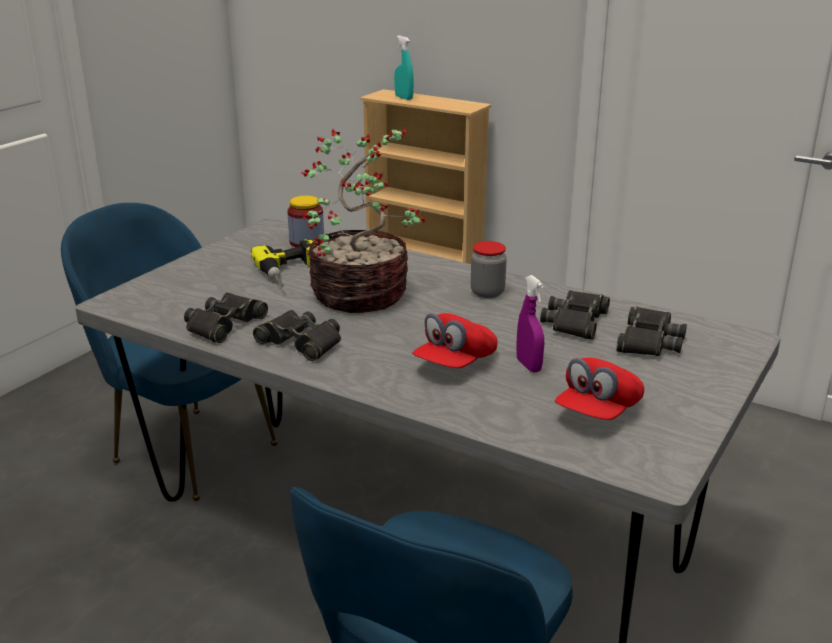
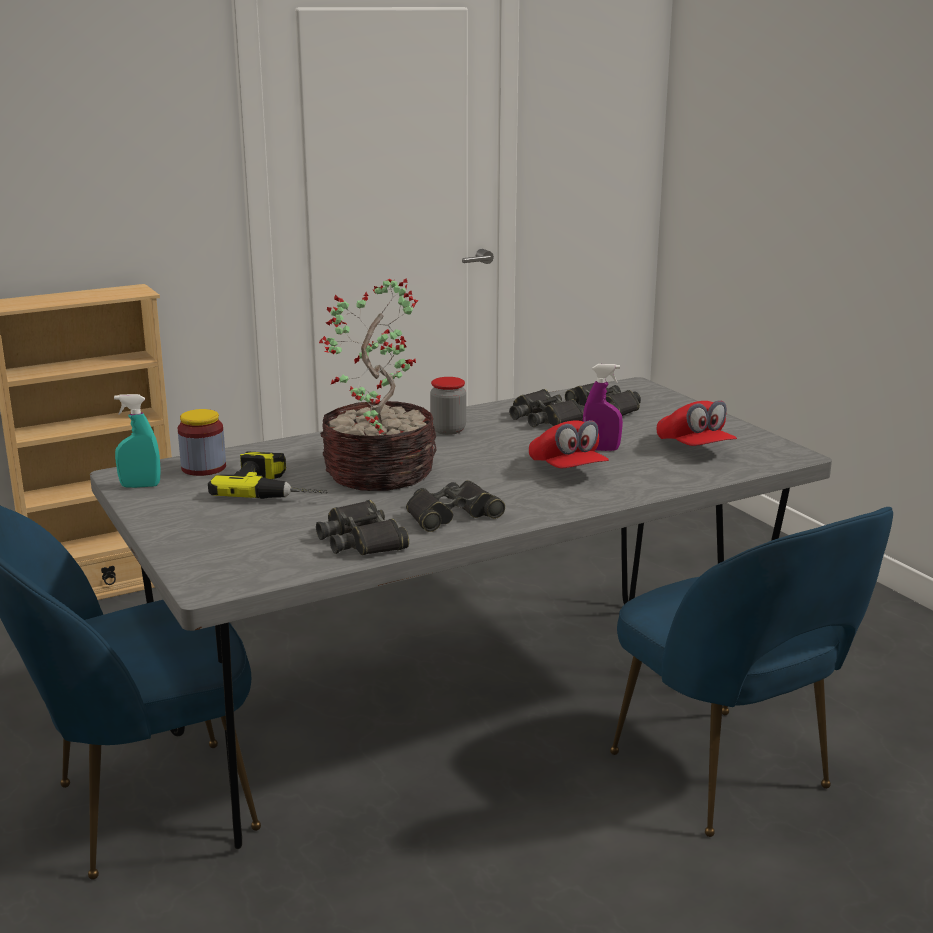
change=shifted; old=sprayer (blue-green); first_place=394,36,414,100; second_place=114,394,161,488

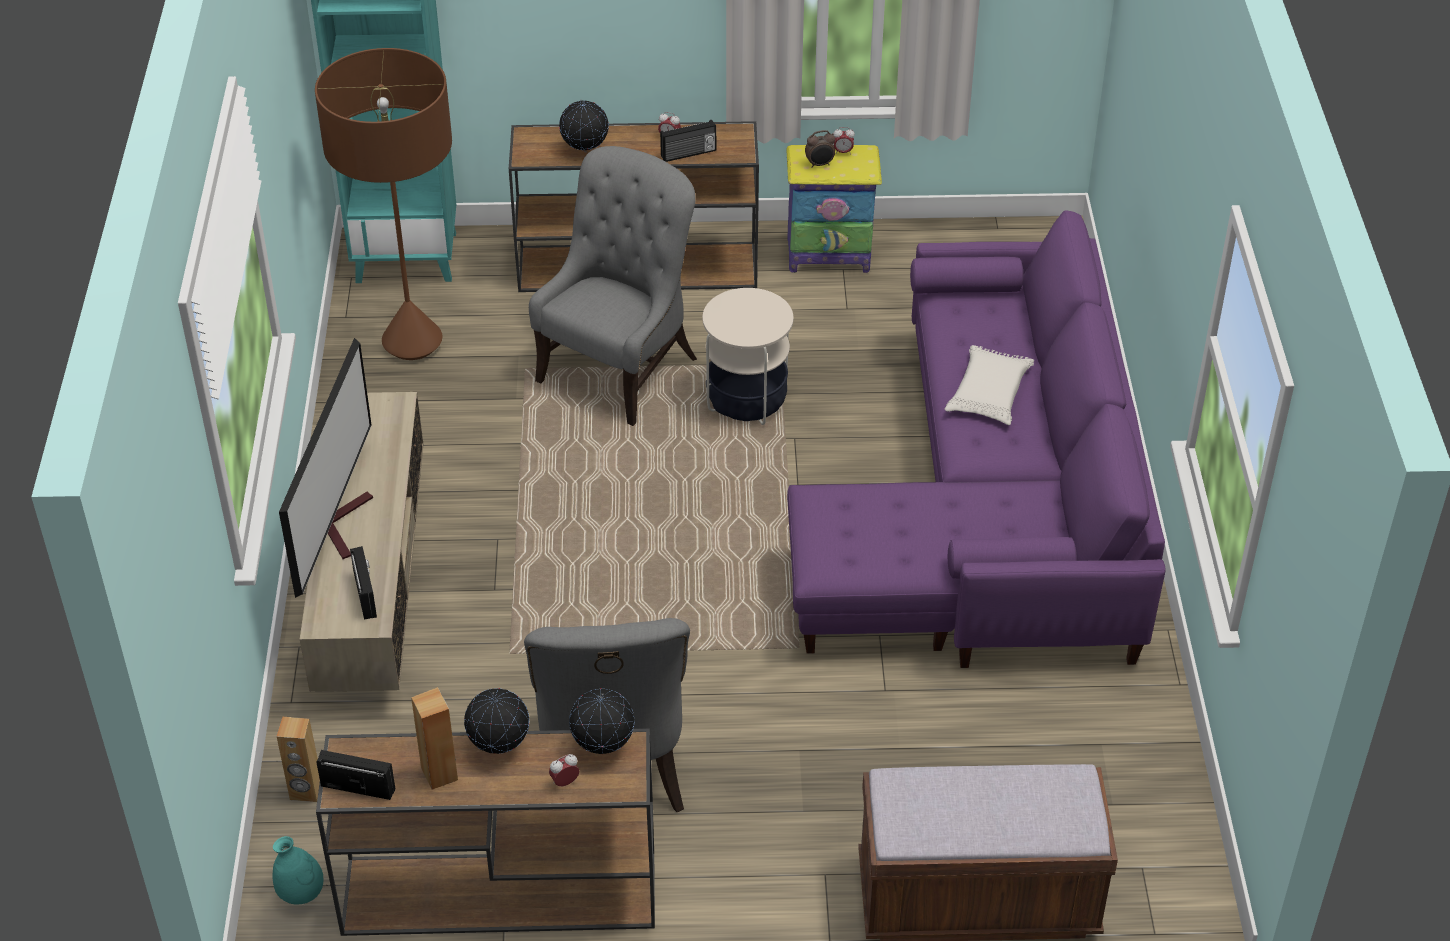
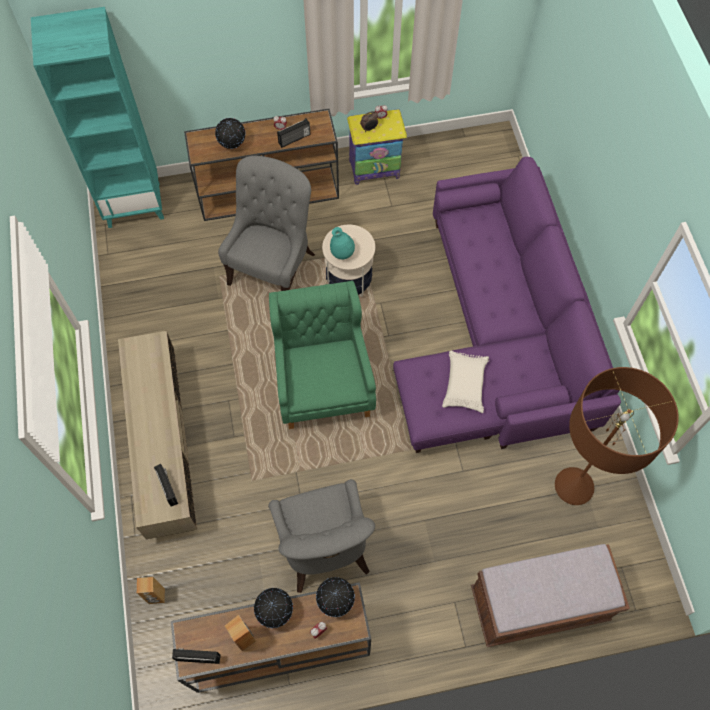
change=shifted; old=standard lamp (brownish); first_place=315,48,452,360; second_place=555,367,679,505
change=gone; old=TV; first_place=279,338,373,598
change=shifted; old=cushion (white); first_place=945,345,1034,425; second_place=442,351,489,413
change=shifted; old=decorative vase (blue-green); first_place=273,836,323,905; second_place=330,227,355,259
change=new; new=lounge chair (green); second_place=269,281,376,429

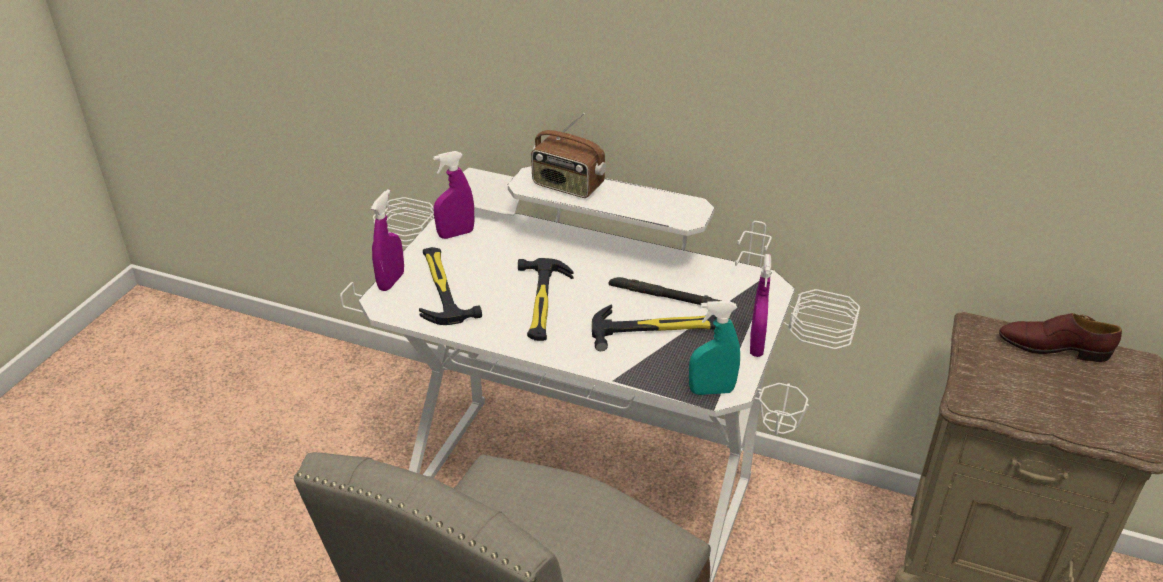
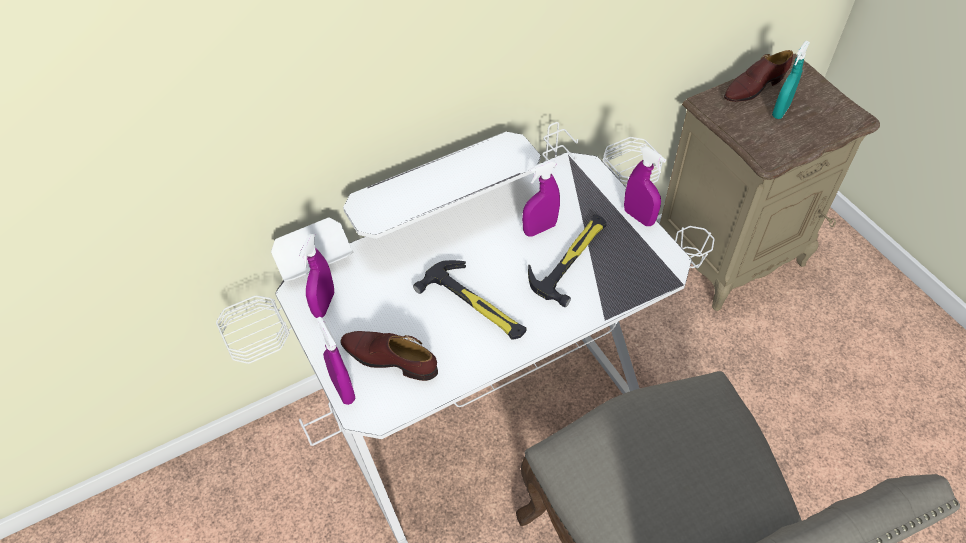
change=gone; old=radio receiver; first_place=531,113,606,198
change=swapped; old=tool hammer; new=shoe (brownish); first_place=419,247,482,325; second_place=340,331,438,381
change=swapped; old=flashlight (black); new=sprayer (purple-coloured); first_place=608,277,721,305; second_place=522,160,560,237
change=shifted; old=sprayer (blue-green); first_place=689,301,740,395; second_place=772,41,810,119

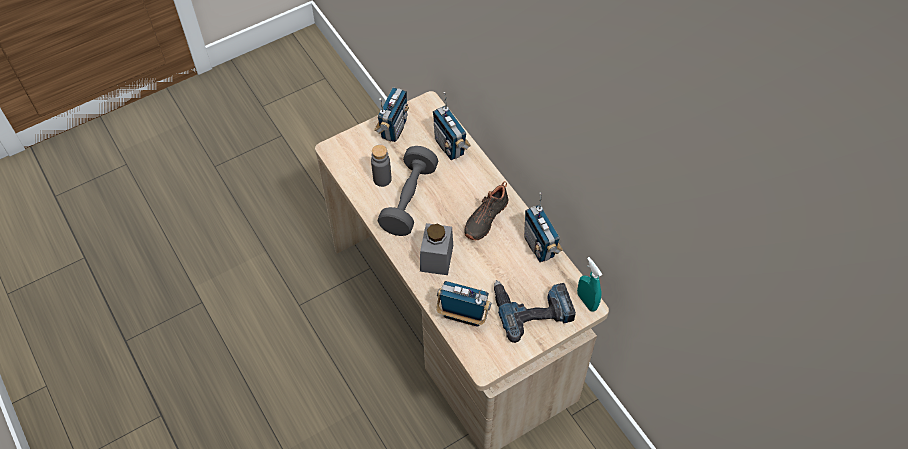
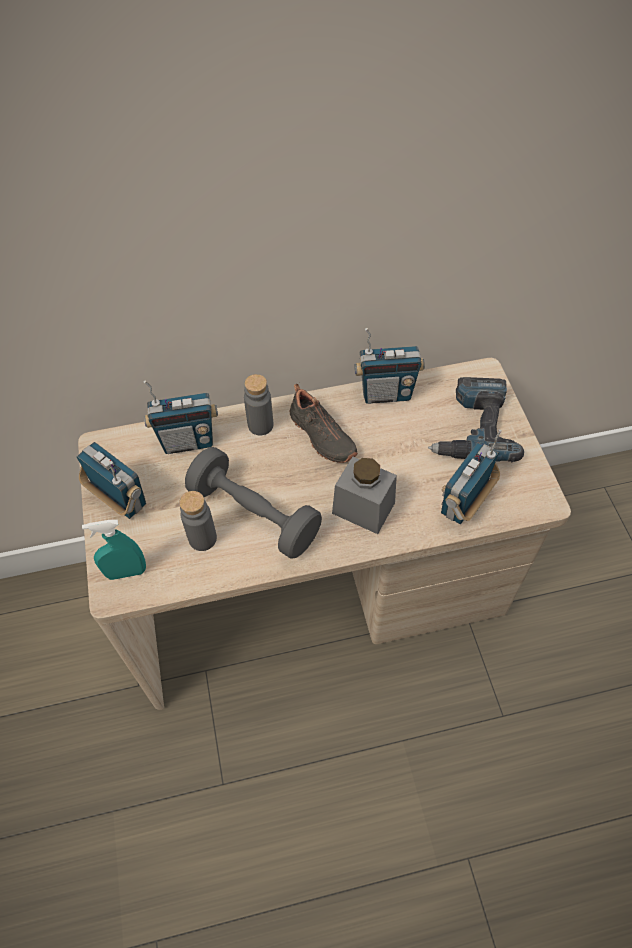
change=shifted; old=sprayer (blue-green); first_place=577,257,602,312; second_place=82,520,146,580
change=new; new=bottle (grey); second_place=244,374,273,435

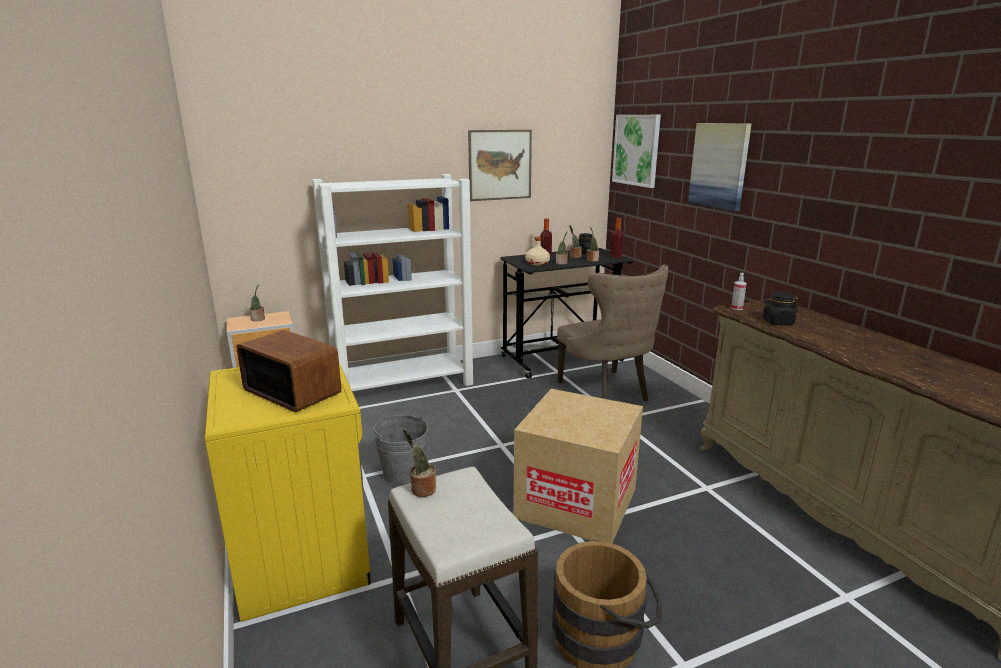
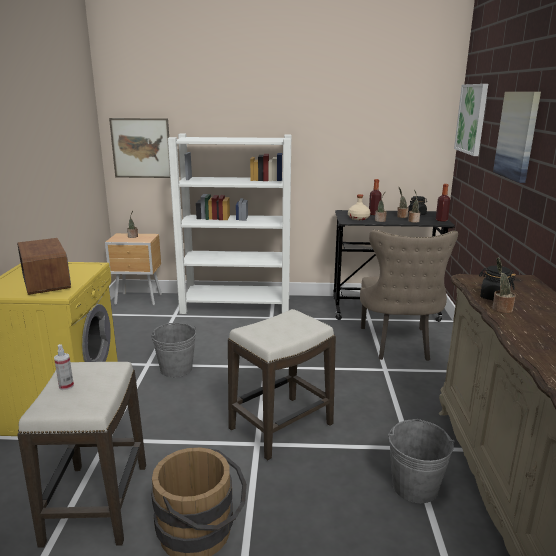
change=shifted; old=picture; first_place=468,130,532,201; second_place=109,118,170,178
change=shifted; old=sprayer; first_place=731,273,747,310; second_place=54,344,74,390
change=swapped; old=cardboard box; new=stool seat; first_place=513,389,643,544; second_place=228,309,336,461
change=shifted; old=potted plant; first_place=403,429,436,497; second_place=492,258,516,313
change=new; new=pail (grey); second_place=388,419,455,503

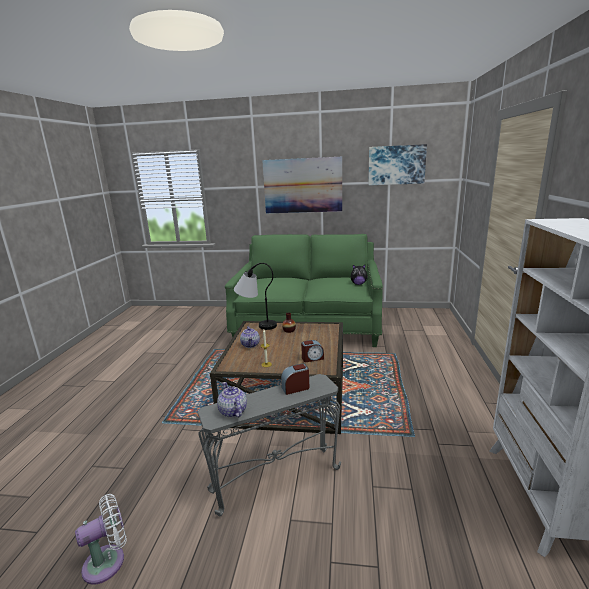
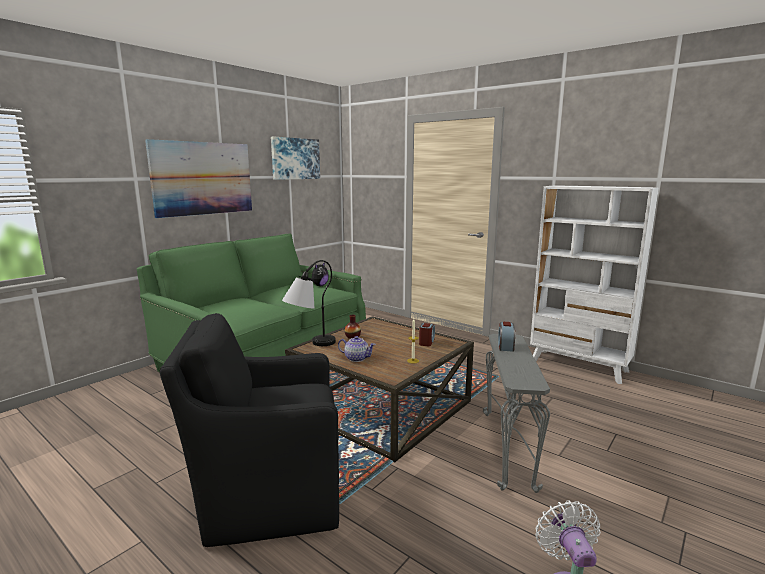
change=gone; old=teapot; first_place=217,382,247,418
change=new; new=lounge chair (black); second_place=160,313,339,547

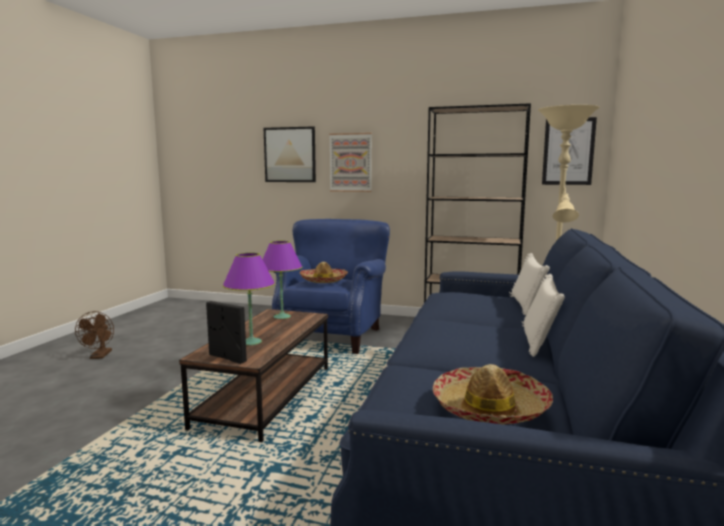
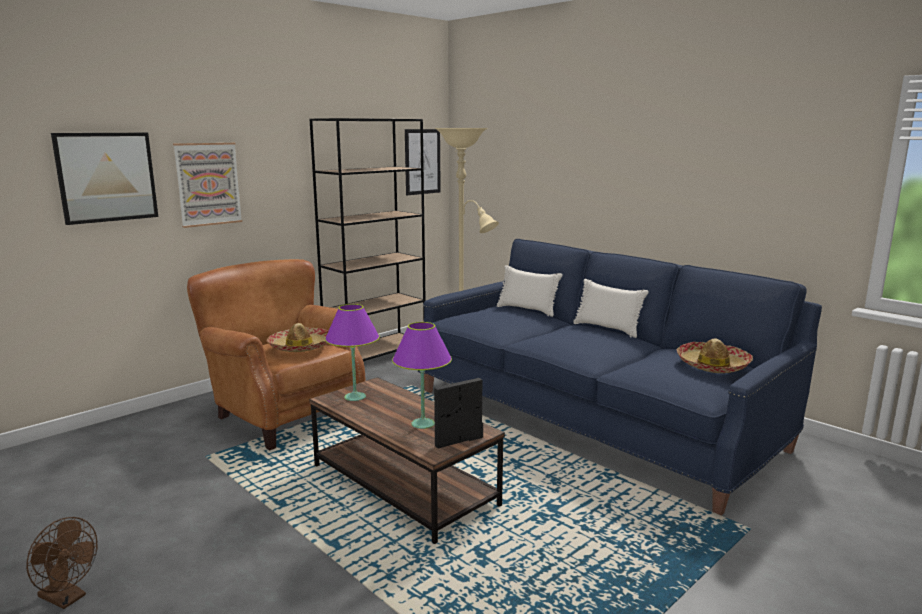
change=repainted; old=lounge chair (bluish); new=lounge chair (brownish); first_place=272,219,390,354; second_place=187,259,366,450

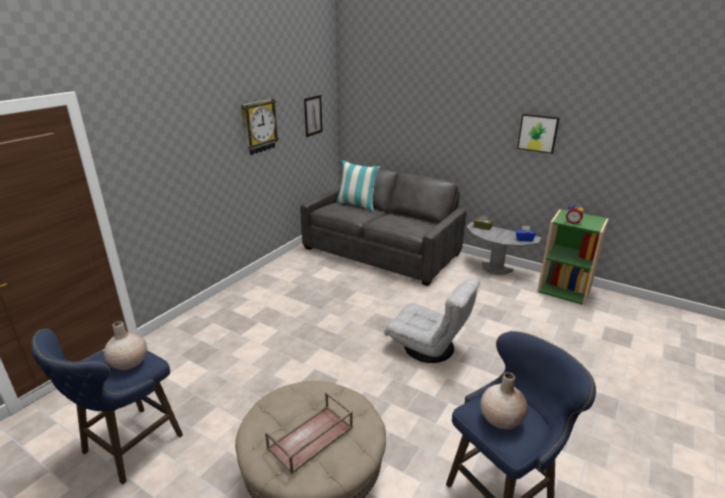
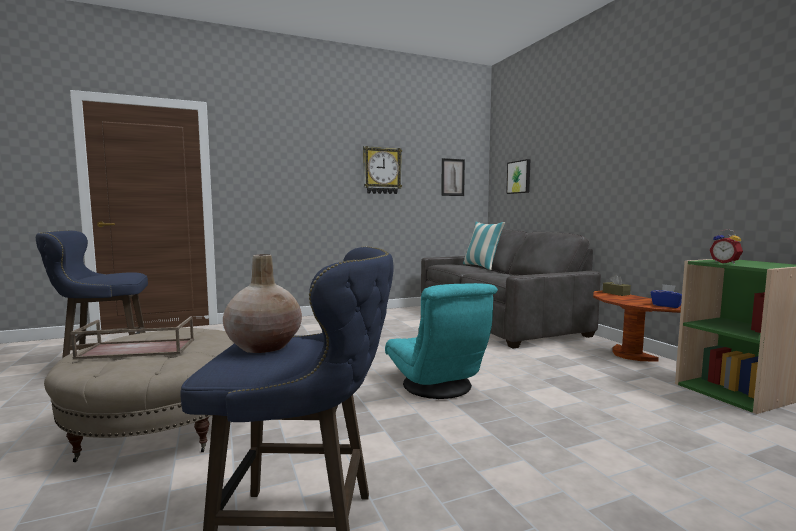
change=shifted; old=picture; first_place=517,114,560,154; second_place=506,159,530,194
change=repainted; old=side table (grey); new=side table (brownish); first_place=466,222,542,275; second_place=593,290,681,362
change=repainted; old=lounge chair (grey); new=lounge chair (blue-green); first_place=384,278,480,363; second_place=385,283,498,399
change=gone; old=decorative vase (beige); first_place=104,321,147,370

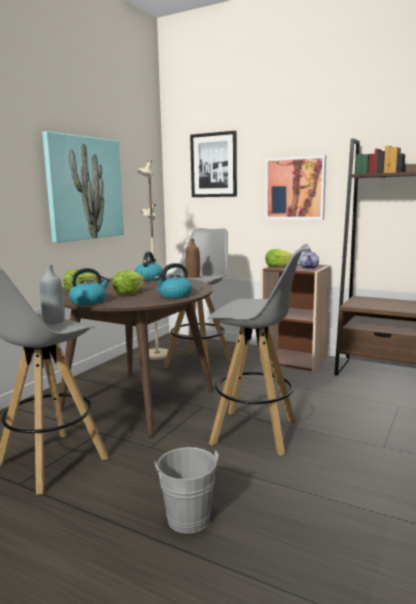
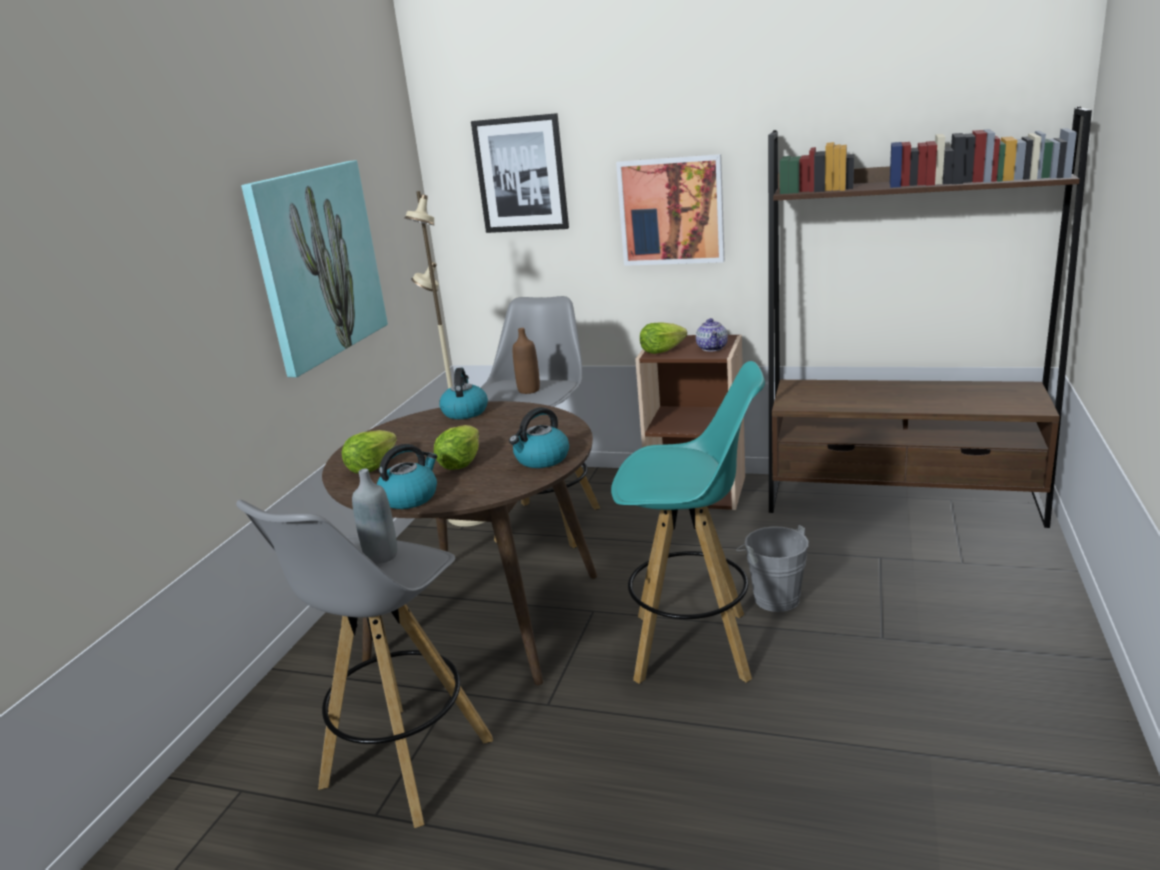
change=repainted; old=stool seat (grey); new=stool seat (blue-green); first_place=208,244,310,456; second_place=611,361,765,684
change=shifted; old=pail (grey); first_place=154,447,219,534; second_place=736,525,809,612

